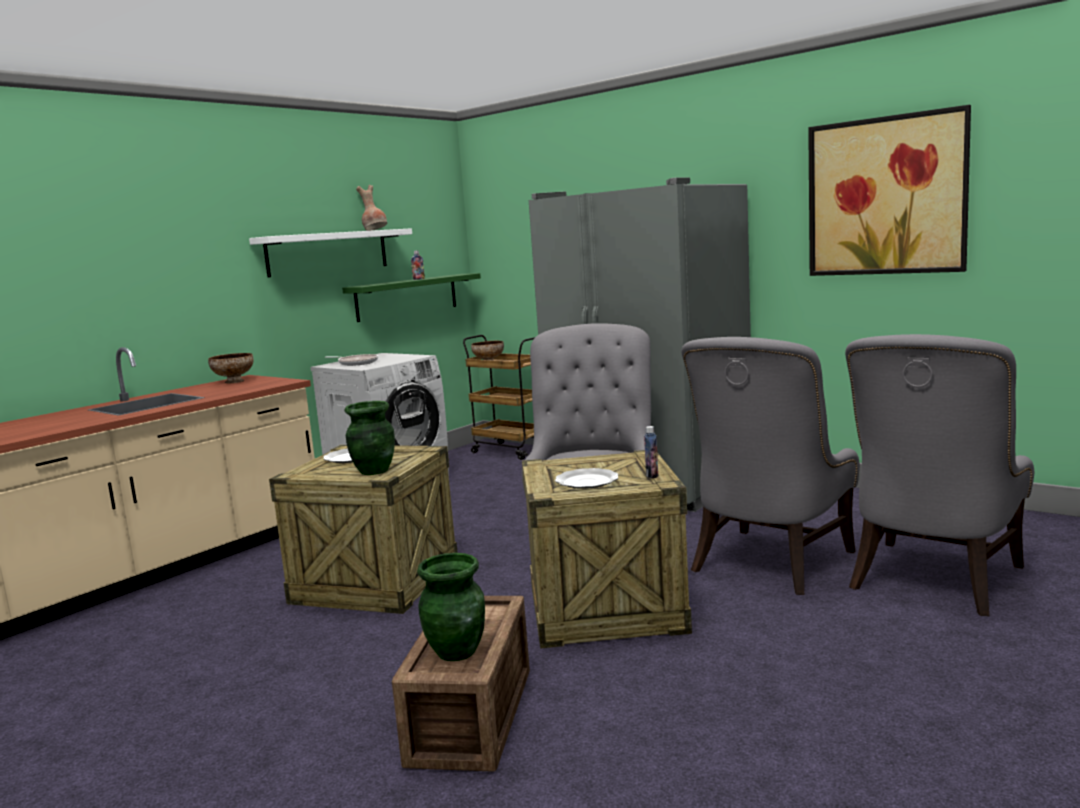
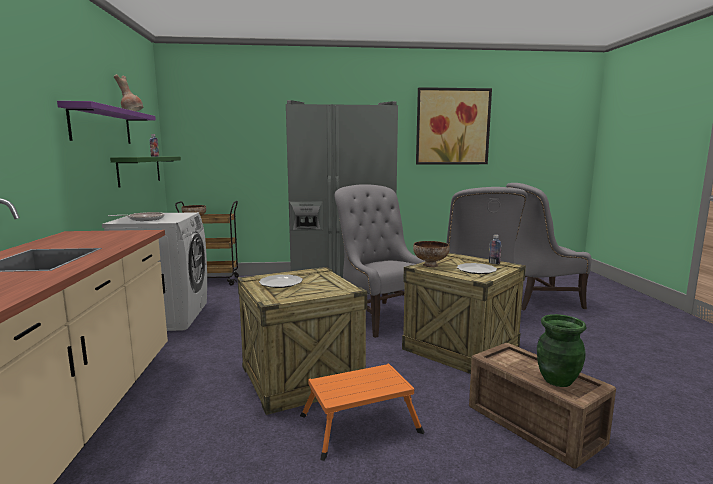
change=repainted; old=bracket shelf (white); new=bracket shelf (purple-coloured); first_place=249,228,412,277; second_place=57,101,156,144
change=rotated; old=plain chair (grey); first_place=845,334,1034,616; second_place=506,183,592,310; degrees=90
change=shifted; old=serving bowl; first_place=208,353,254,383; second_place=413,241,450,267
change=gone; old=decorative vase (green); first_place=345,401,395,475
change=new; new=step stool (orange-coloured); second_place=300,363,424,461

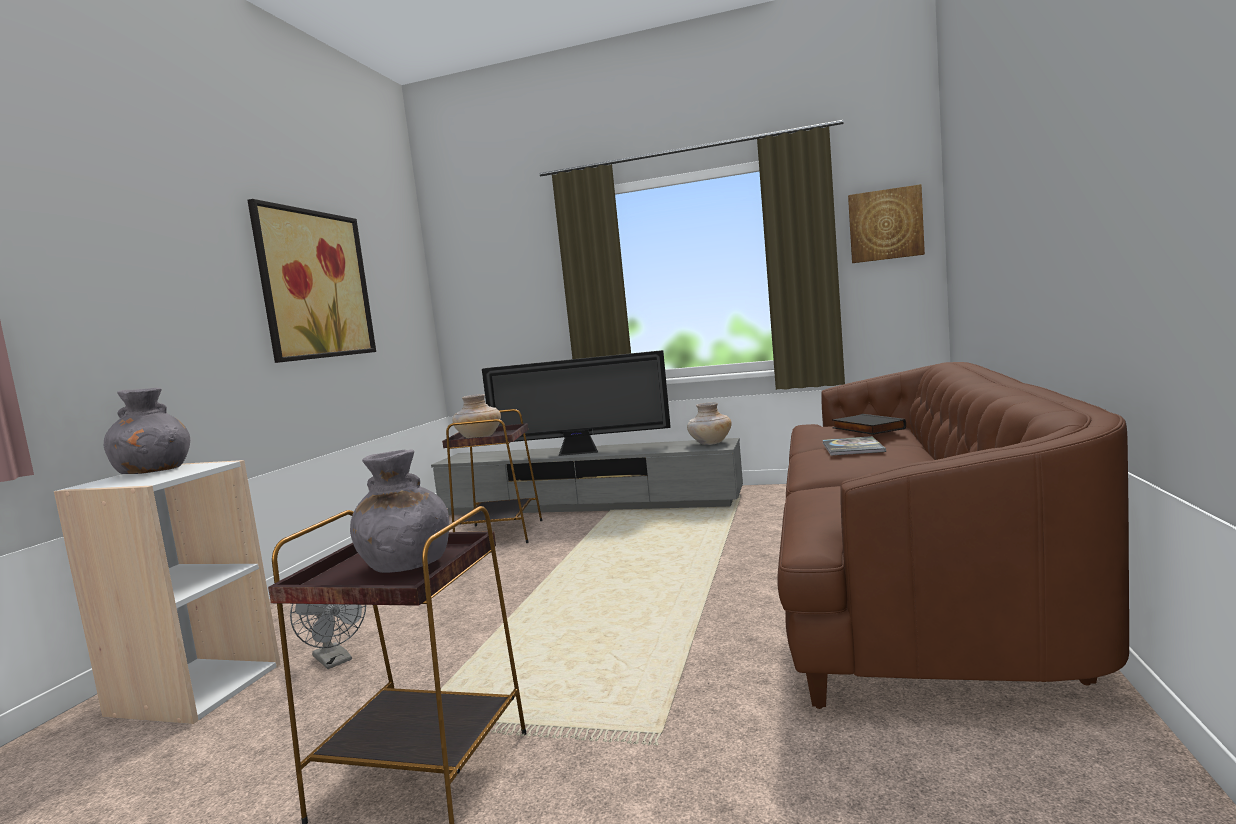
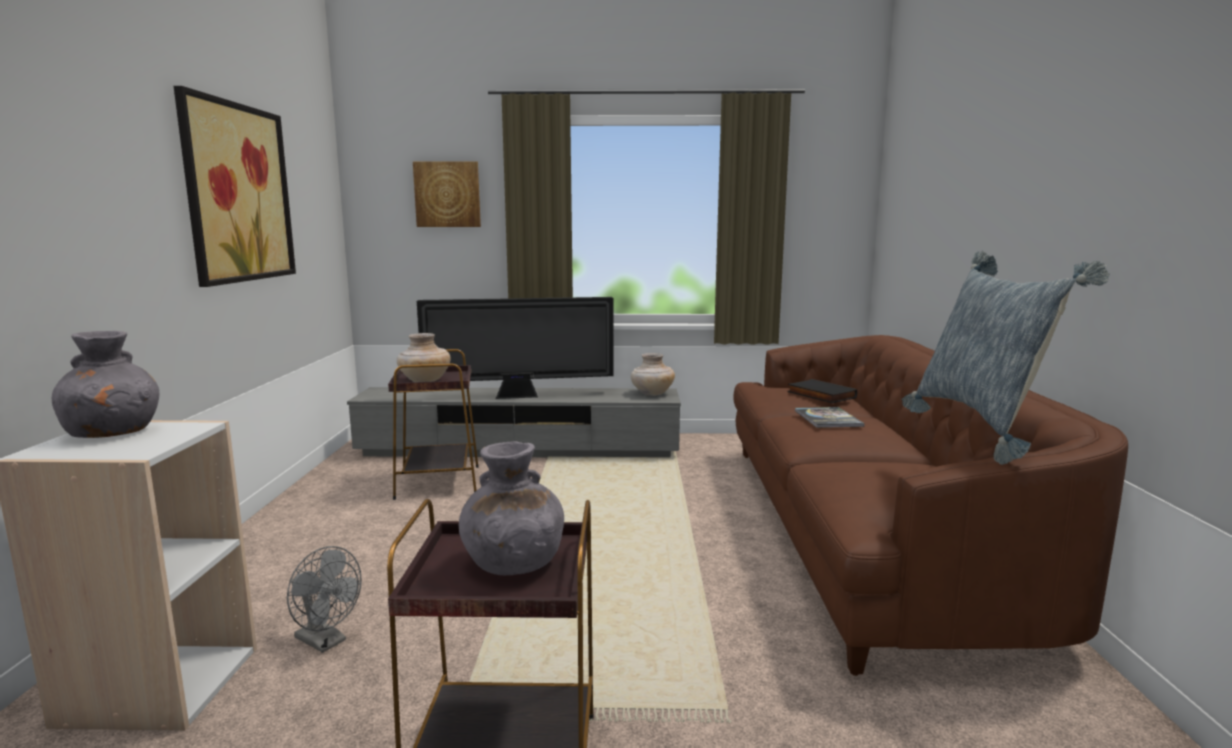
change=shifted; old=picture; first_place=848,184,925,263; second_place=413,161,481,227
change=new; new=cushion; second_place=901,251,1110,464

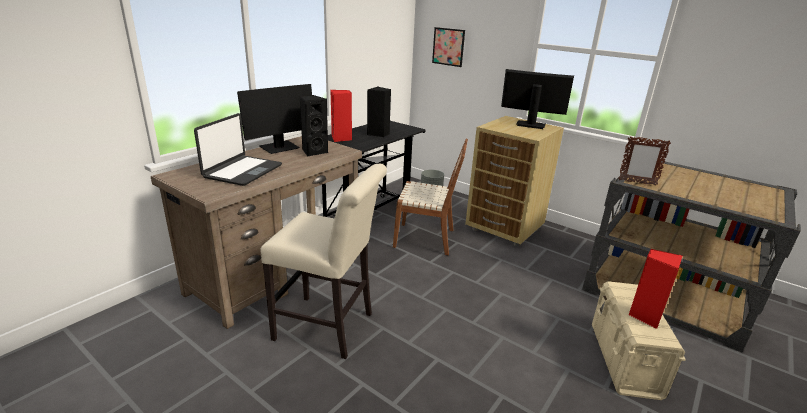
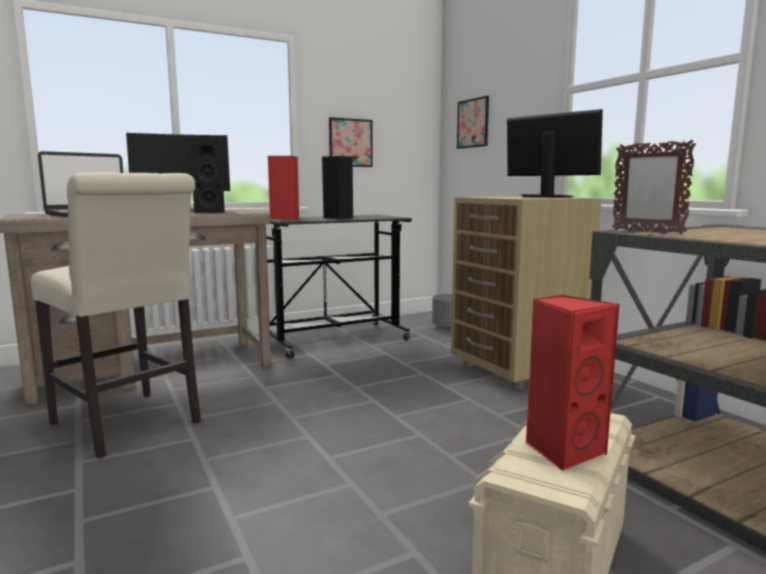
change=gone; old=plain chair; first_place=393,138,468,256
change=new; new=picture; second_place=329,117,373,167

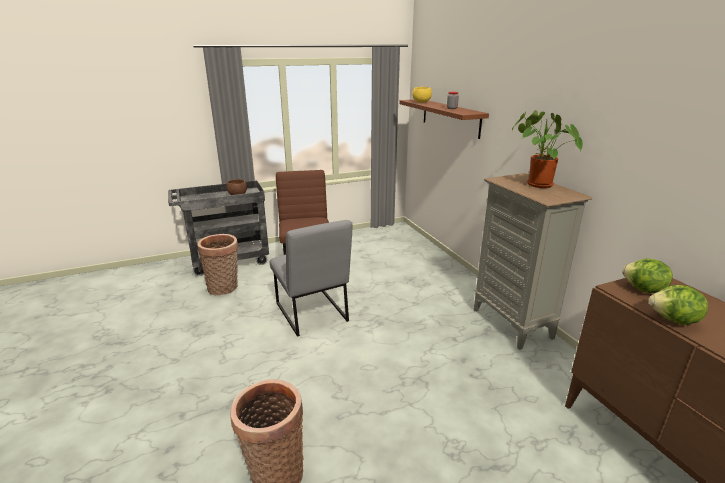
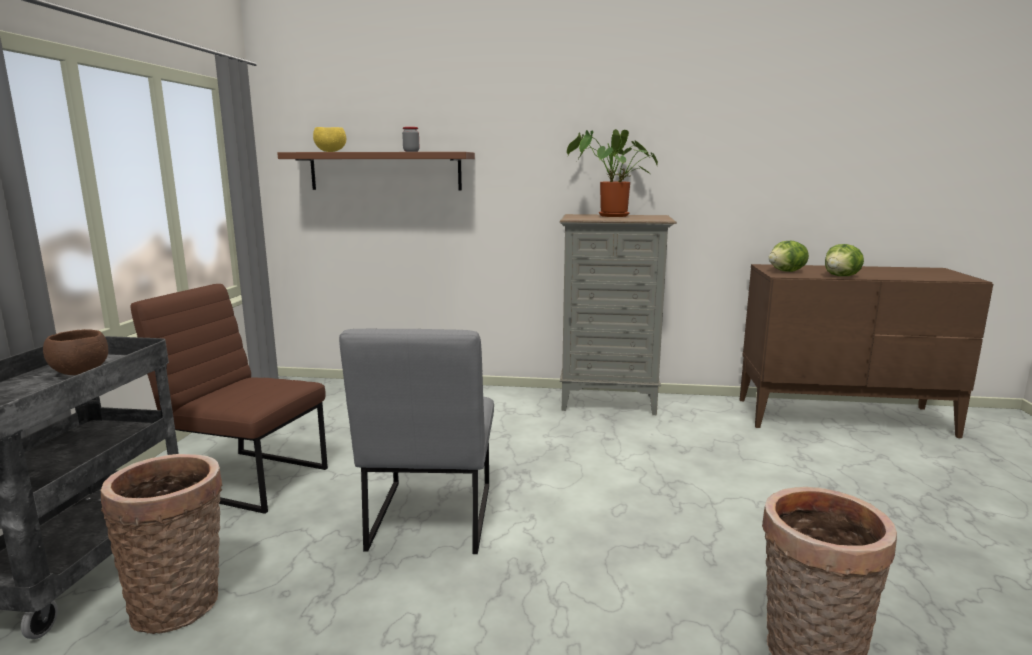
change=rotated; old=plain chair (grey); first_place=270,220,353,337; second_place=339,329,494,554; degrees=90

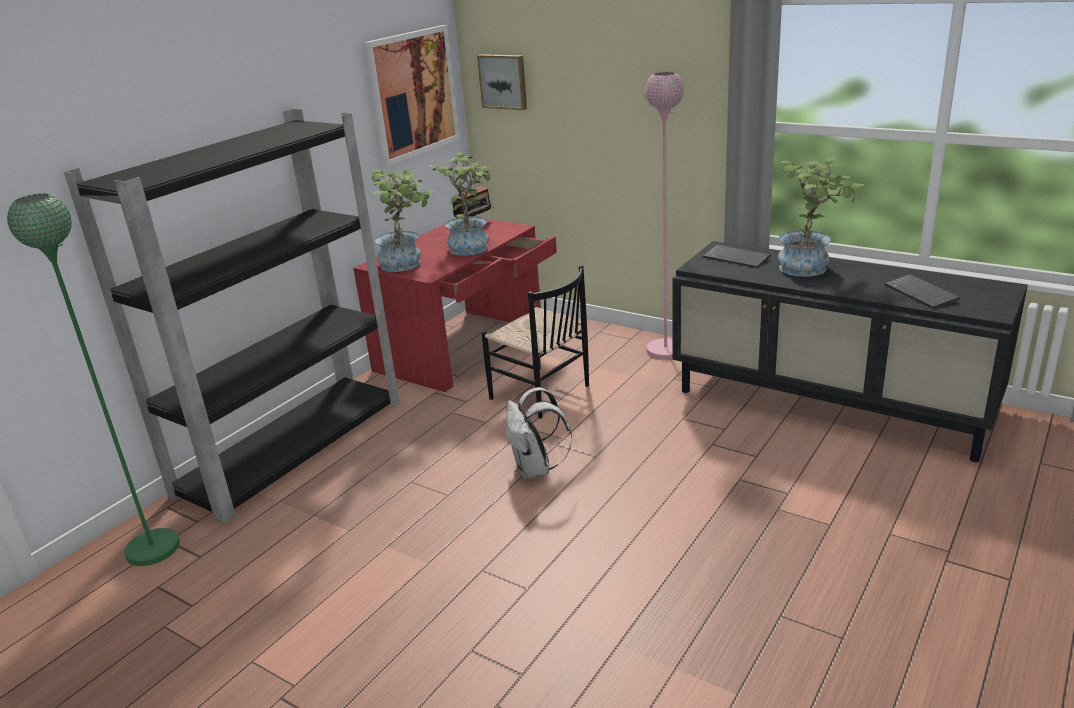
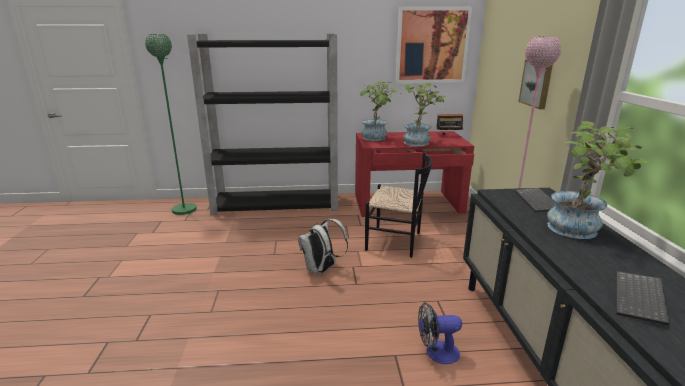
change=shifted; old=picture; first_place=477,54,527,110; second_place=519,60,553,109
change=rotated; old=plain chair (black); first_place=482,265,589,418; second_place=365,153,433,258; degrees=-75
change=new; new=electric fan; second_place=418,302,462,364

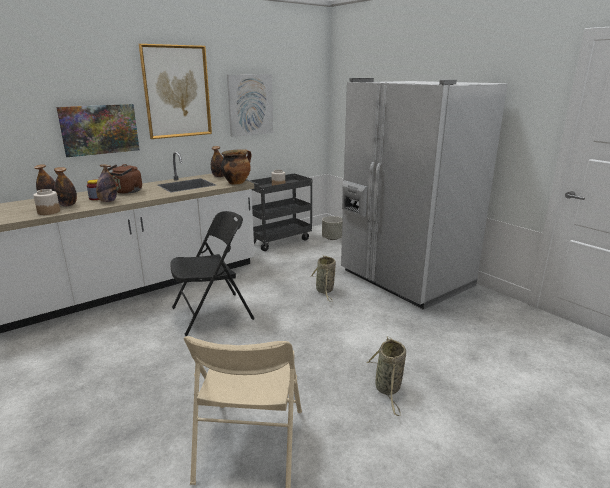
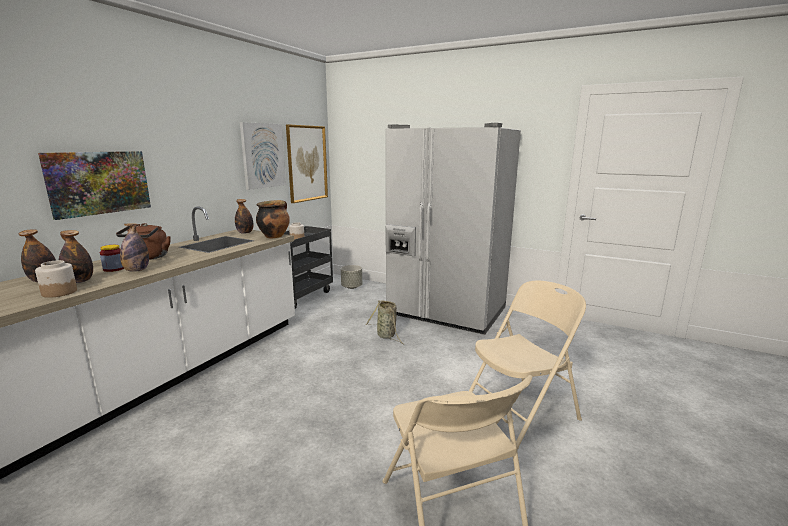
change=shifted; old=picture; first_place=139,44,212,139; second_place=286,124,328,203
change=gone; old=plain chair (black); first_place=171,211,254,336
change=swapped; old=basket; new=plain chair (beige); first_place=367,337,406,416; second_place=469,280,586,450

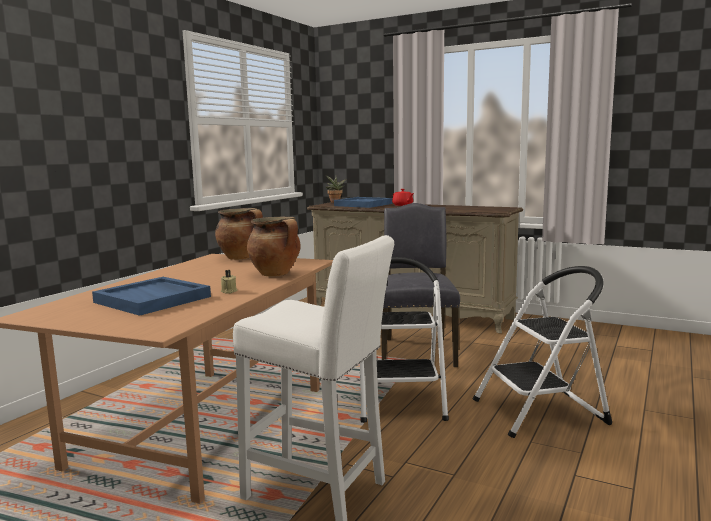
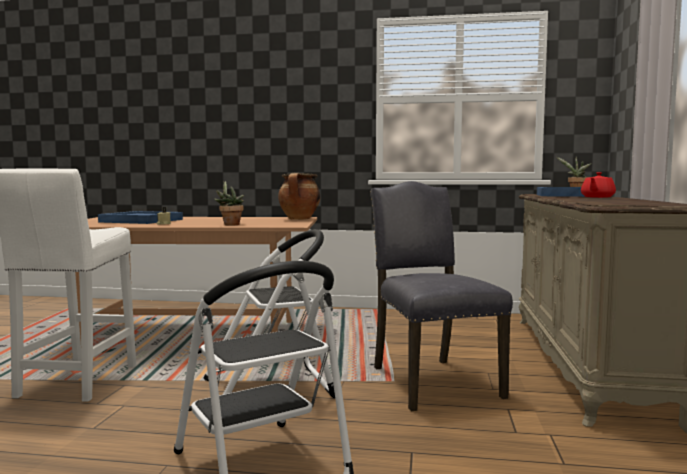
change=rotated; old=plain chair (grey); first_place=382,203,460,367; second_place=370,181,513,411; degrees=-90
change=swapped; old=saucepot; new=potted plant; first_place=247,217,301,277; second_place=214,181,244,226

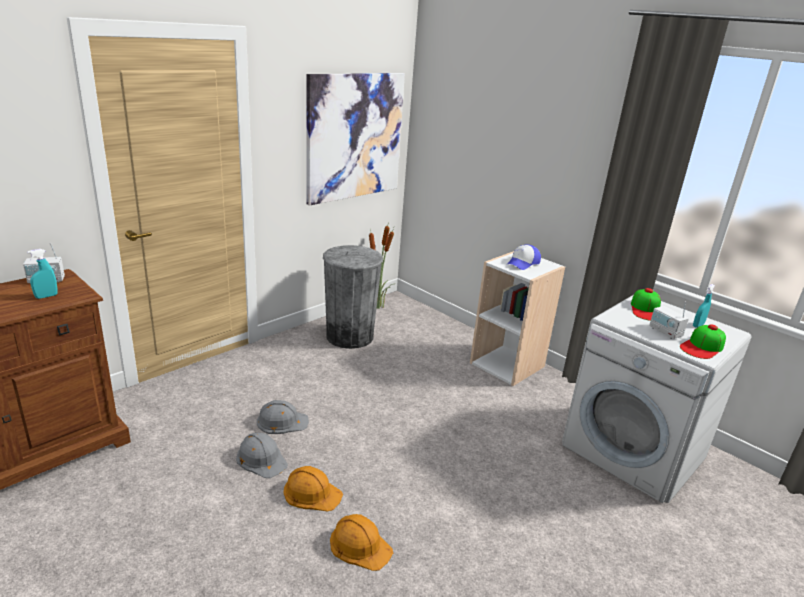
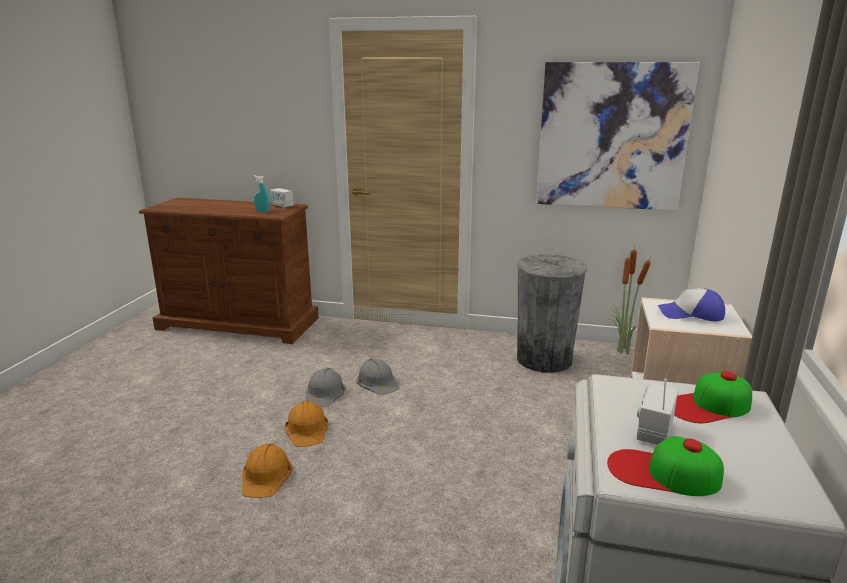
change=gone; old=sprayer (blue-green); first_place=693,284,715,328

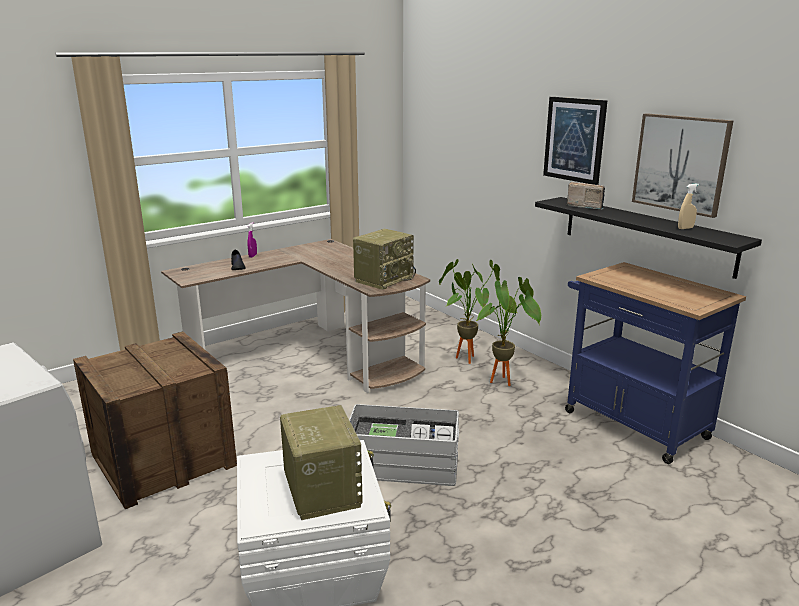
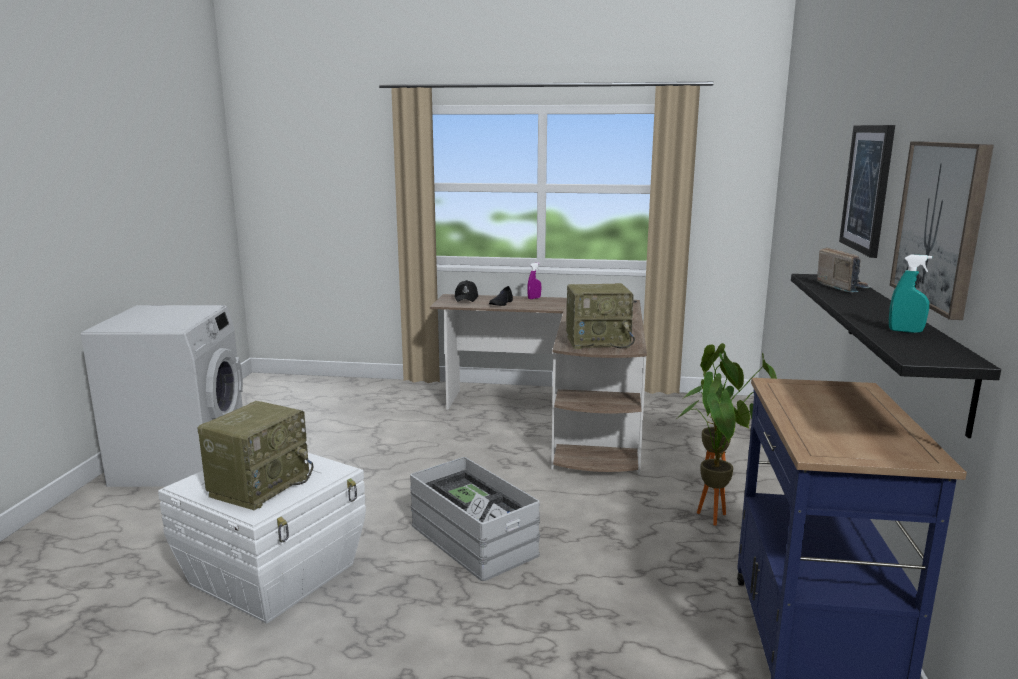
change=repainted; old=sprayer (beige); new=sprayer (blue-green); first_place=678,184,699,229; second_place=889,255,932,333
change=gone; old=shipping crate; first_place=73,331,237,509
change=new; new=baseball cap (black); second_place=454,280,478,302

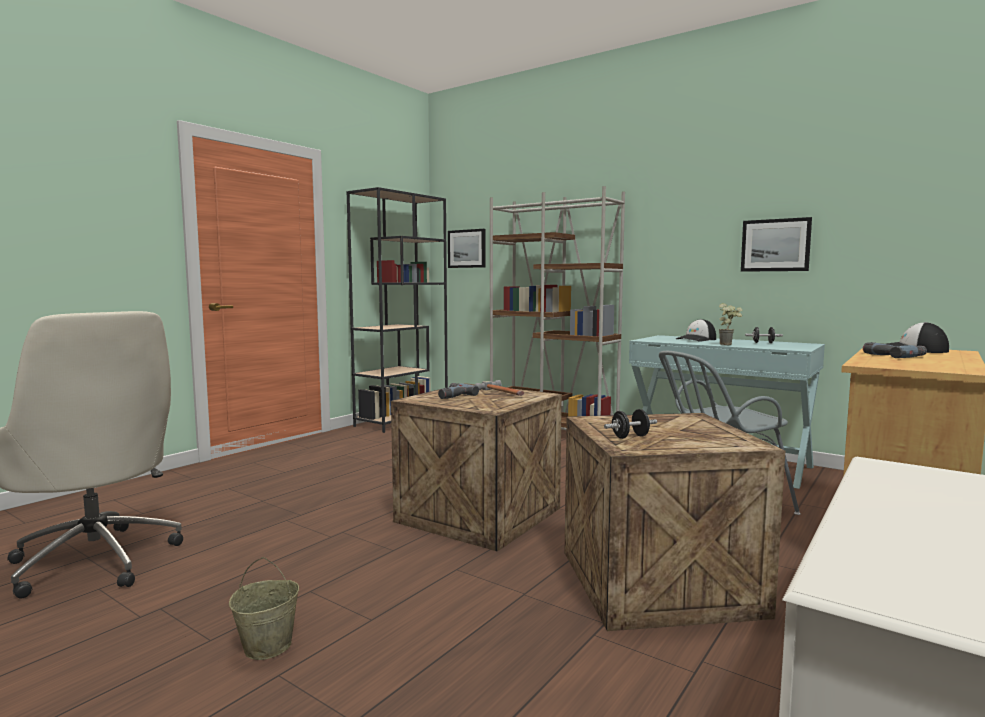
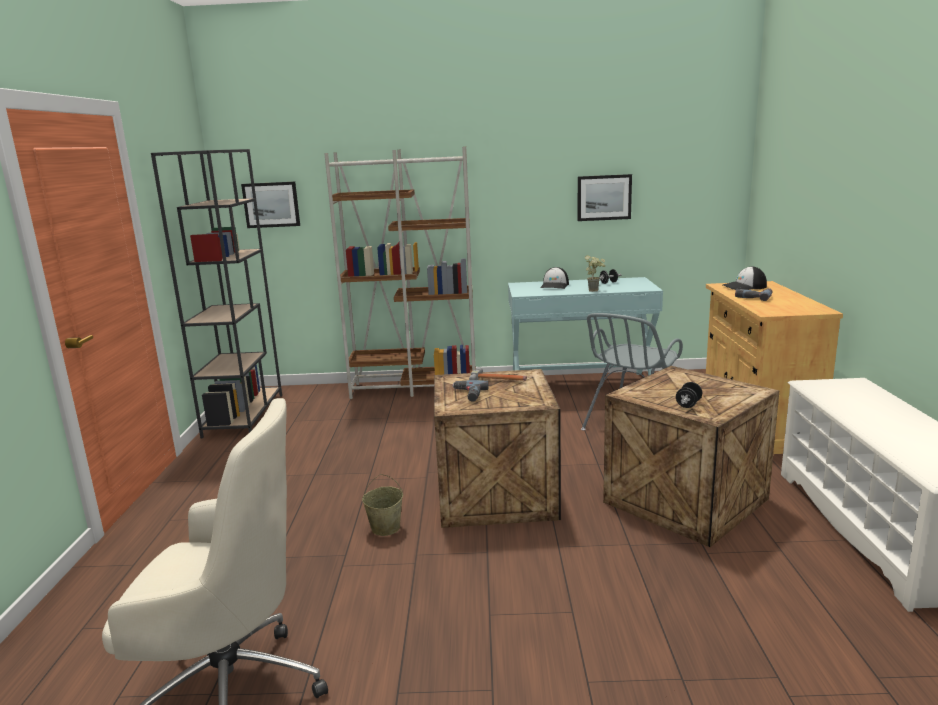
change=shifted; old=pail (beige); first_place=229,557,299,660; second_place=362,474,403,536

